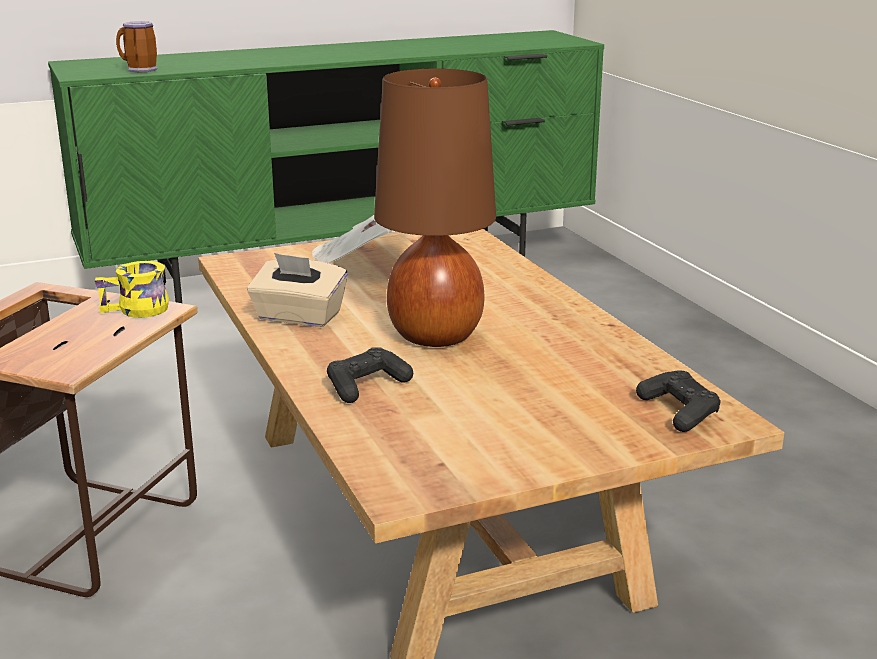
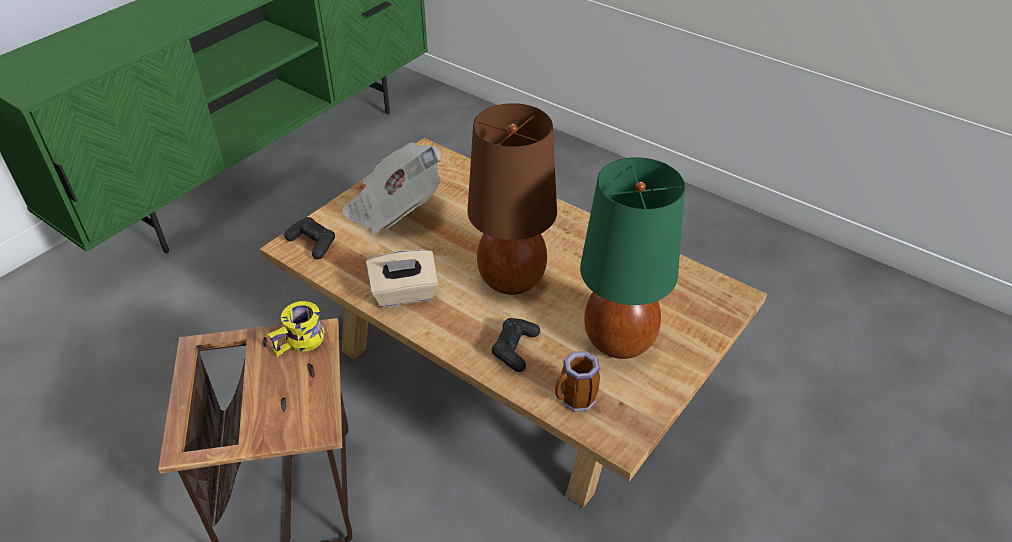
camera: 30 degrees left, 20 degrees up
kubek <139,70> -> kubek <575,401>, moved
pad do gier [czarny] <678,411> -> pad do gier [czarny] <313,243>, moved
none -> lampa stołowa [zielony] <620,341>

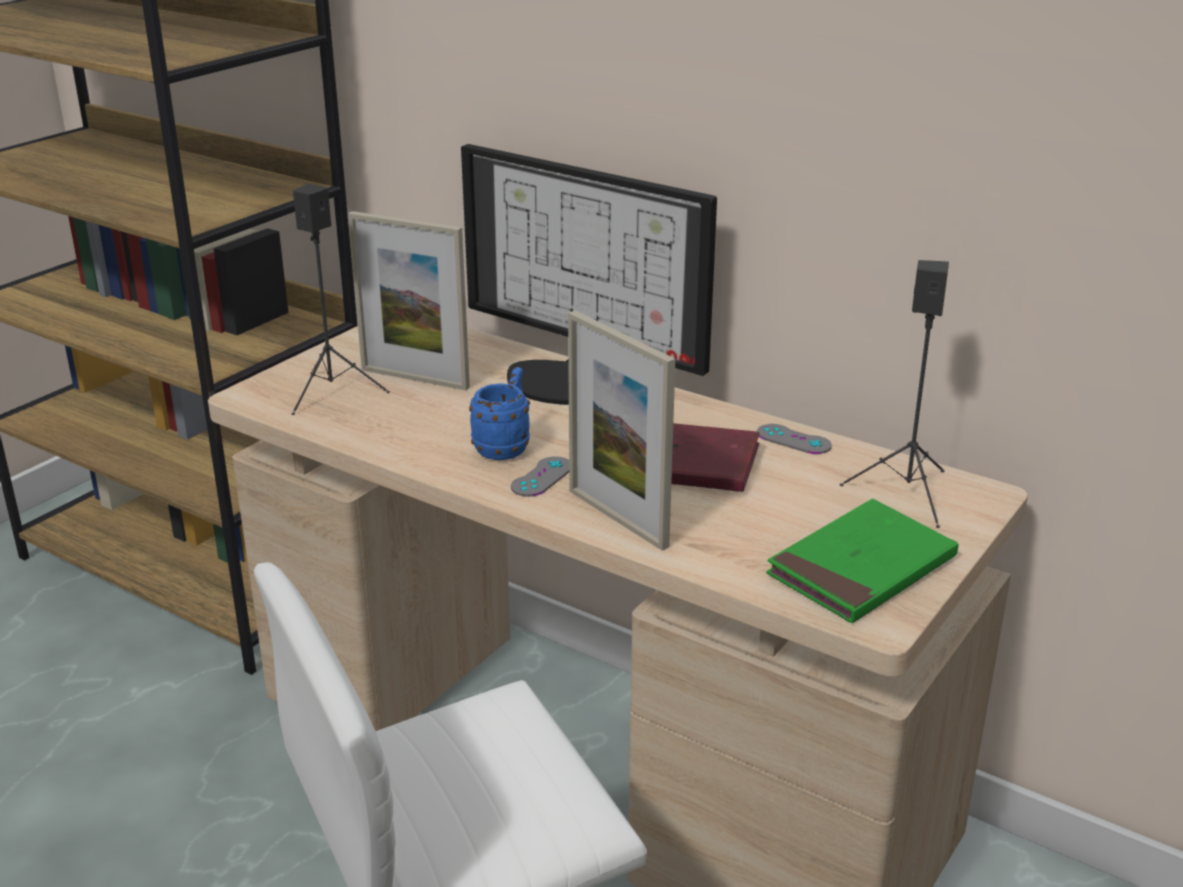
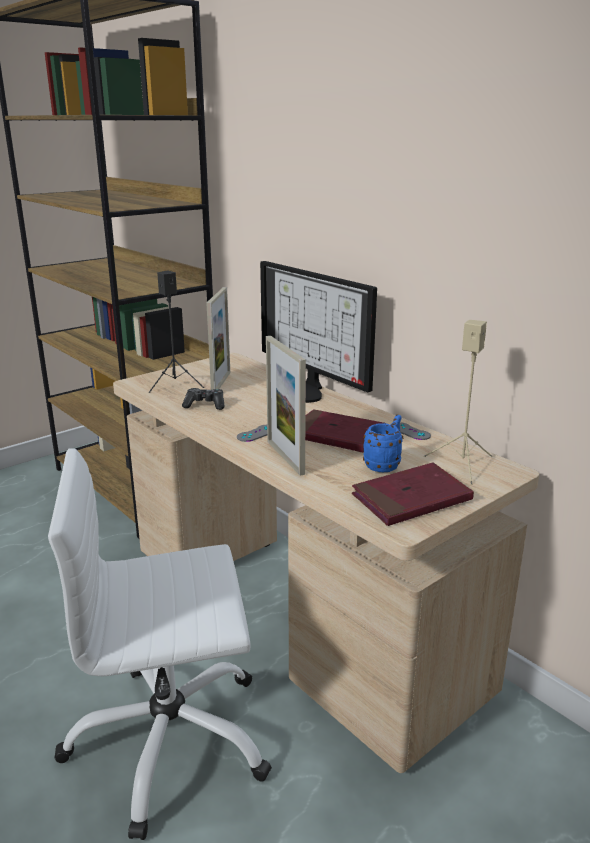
camera: 15 degrees right, 5 degrees down
ramka na zdjęcie <415,378> -> ramka na zdjęcie <221,383>, 120 degrees counterclockwise
kubek [niebieski] <505,446> -> kubek [niebieski] <385,464>, moved
książka [zielony] <862,568> -> książka [czerwony] <411,499>
głośnik [czarny] <907,493> -> głośnik [beżowy] <462,465>
none -> pad do gier <205,405>

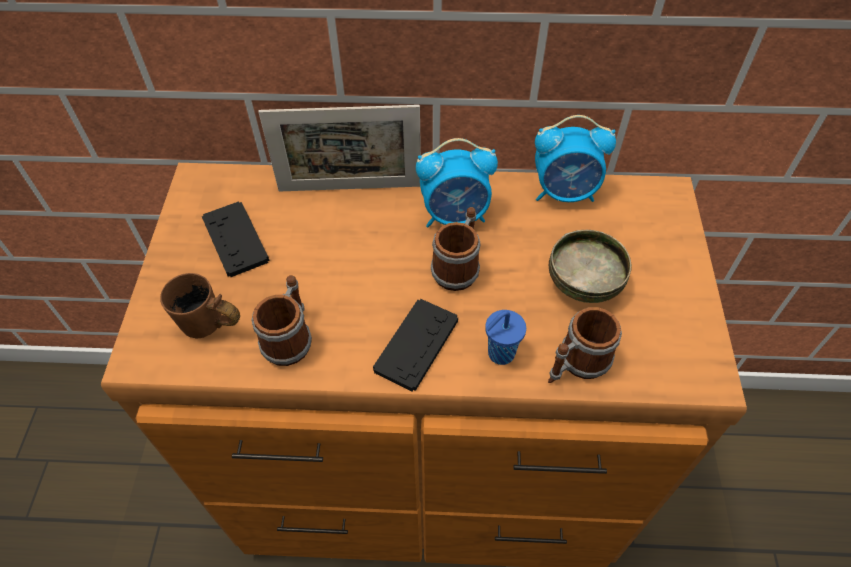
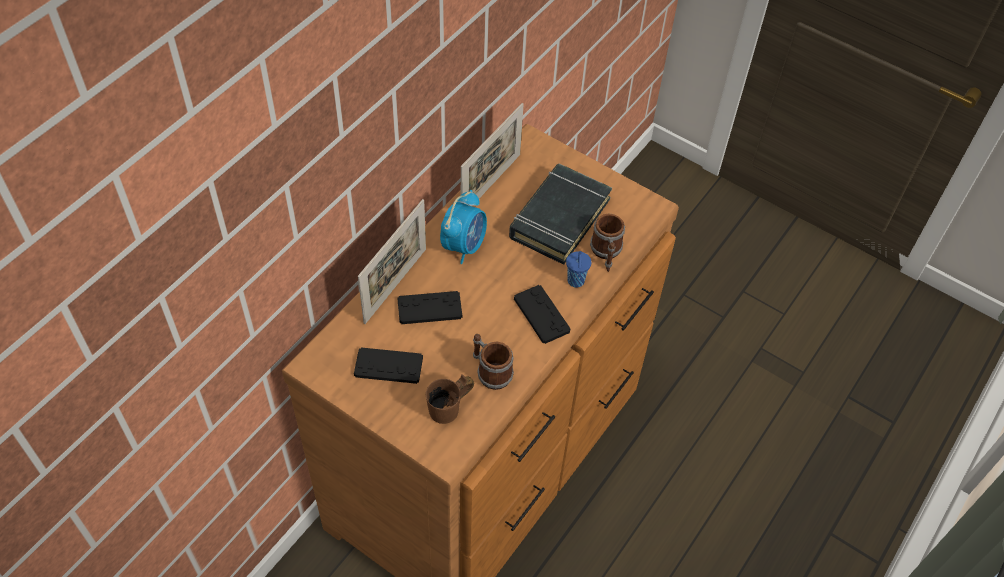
camera: 60 degrees left, 0 degrees up
kubek <458,266> -> none
budzik <565,192> -> ramka na zdjęcie <490,185>
miska <582,282> -> książka [czarny] <559,218>
none -> pad do gier [czarny] <429,308>

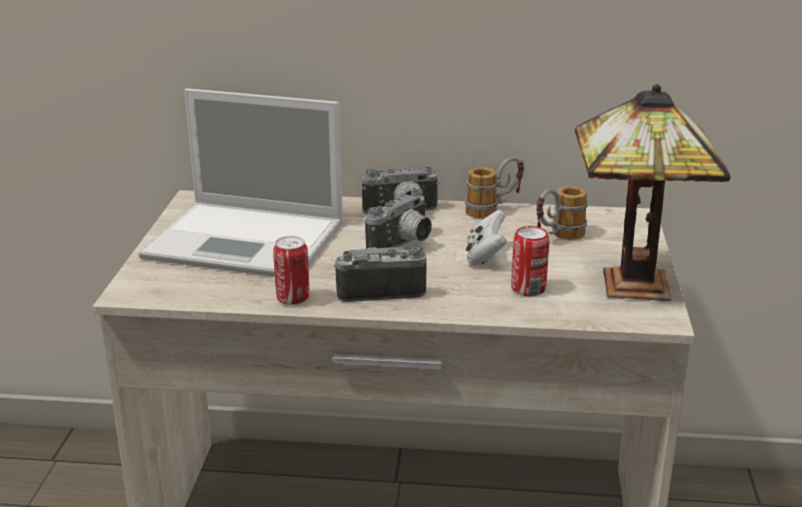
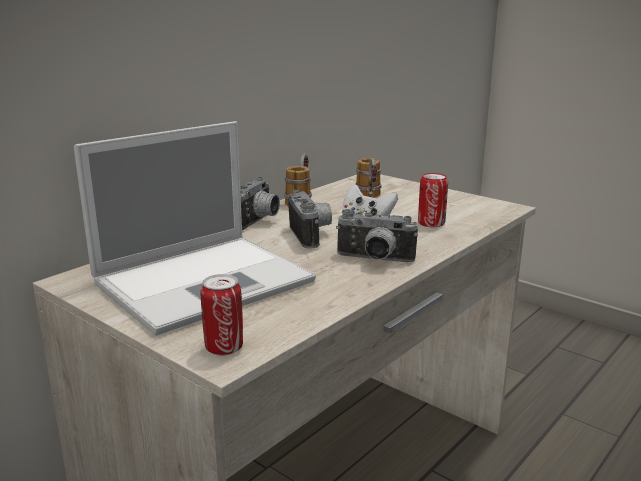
camera: 55 degrees left, 5 degrees down
puszka <293,299> -> puszka <224,348>, moved
aparat fotograficzny <380,290> -> aparat fotograficzny <374,260>, 105 degrees counterclockwise
lampa stołowa <631,287> -> none

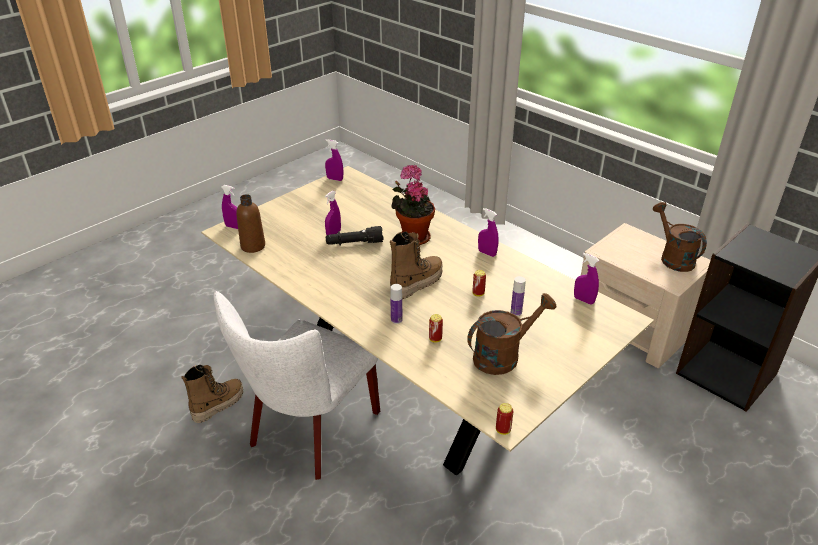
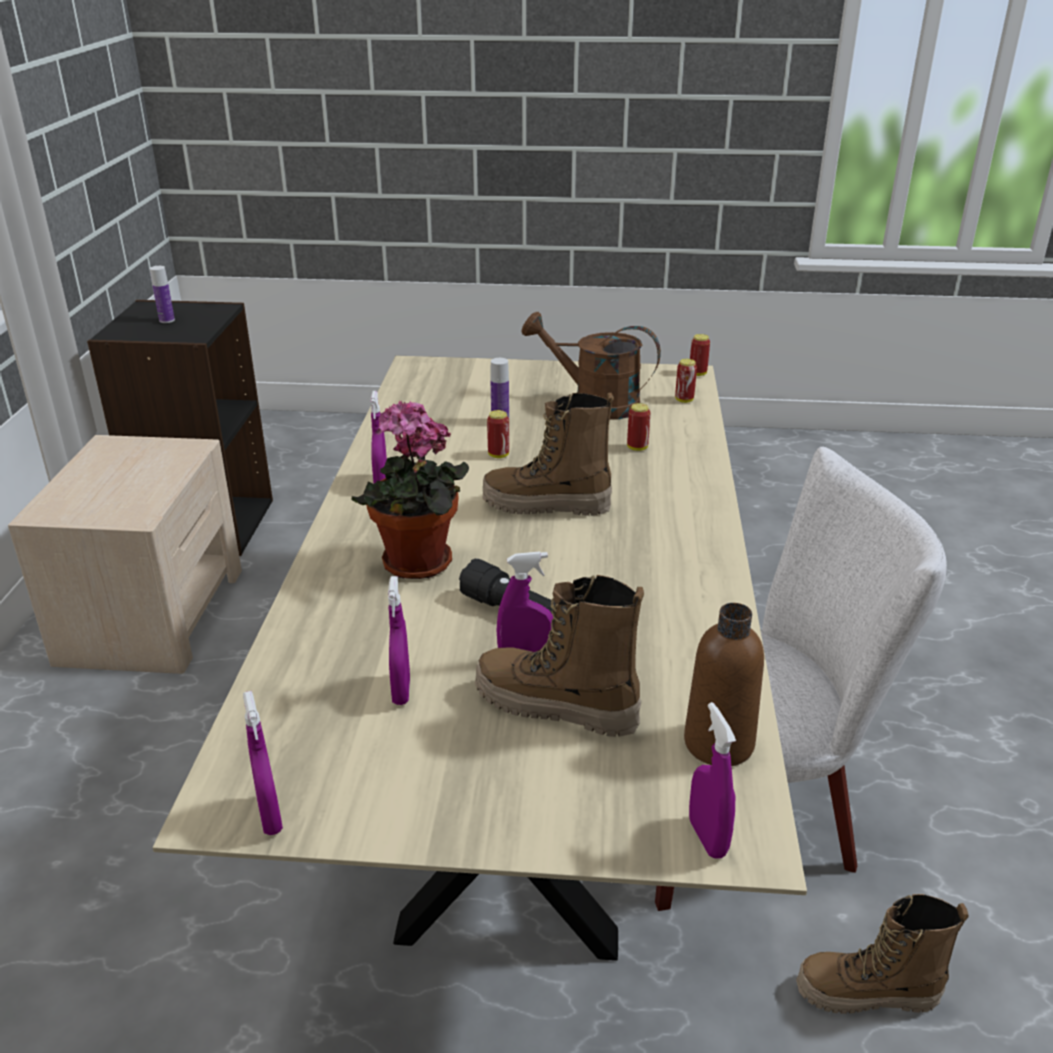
camera: 130 degrees left, 5 degrees down
butelka <396,320> -> butelka <167,320>, moved
spryskiwacz [fioletowy] <583,300> -> spryskiwacz [fioletowy] <401,691>, moved
konewka [brązowy] <673,257> -> none
none -> but z cholewką <556,708>
none -> puszka <684,400>

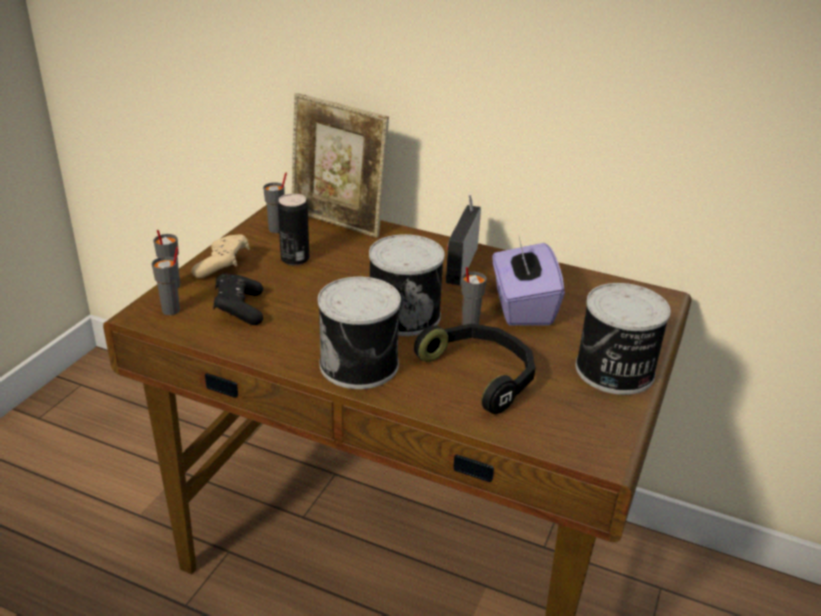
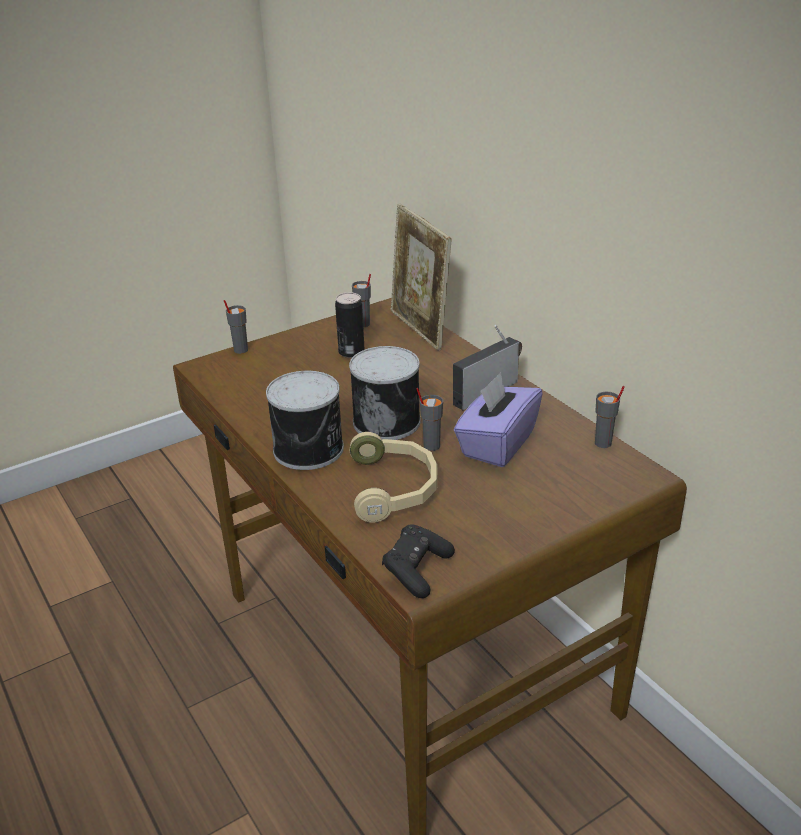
camera: 35 degrees right, 0 degrees up
filiżanka [szary] <171,310> -> filiżanka [szary] <603,443>, moved
pad do gier [beżowy] <223,266> -> none
pad do gier [czarny] <239,309> -> pad do gier [czarny] <416,570>, moved
słuchawki [czarny] <482,374> -> słuchawki [beżowy] <395,488>
puszka <614,371> -> none

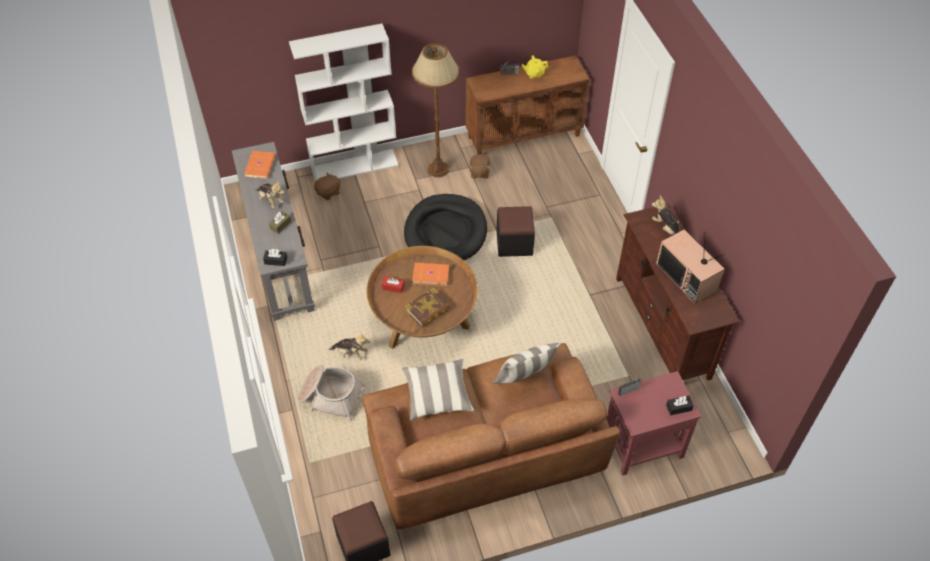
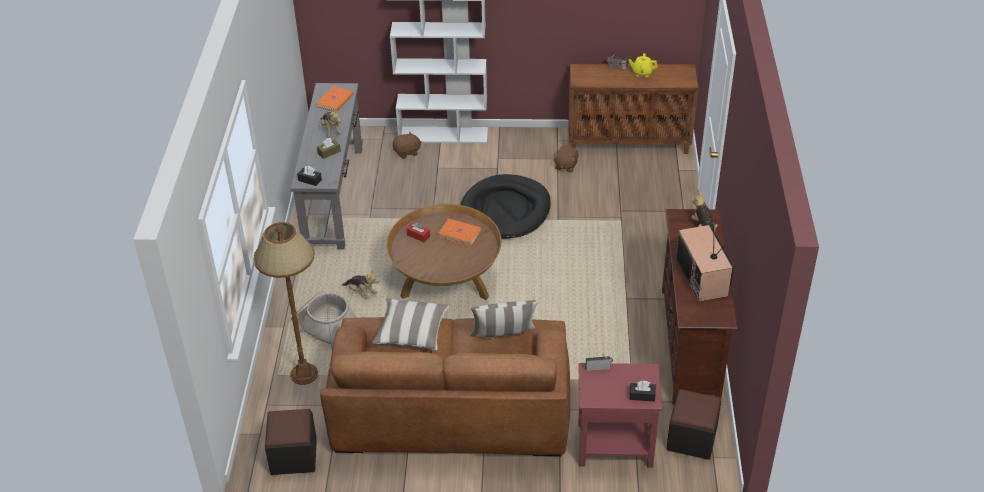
camera: 20 degrees right, 10 degrees down
książka <428,310> -> none
lampa stojąca [brązowy] <438,169> -> lampa stojąca [brązowy] <304,374>, moved
pufa [czarny] <514,243> -> pufa [czarny] <691,439>, moved

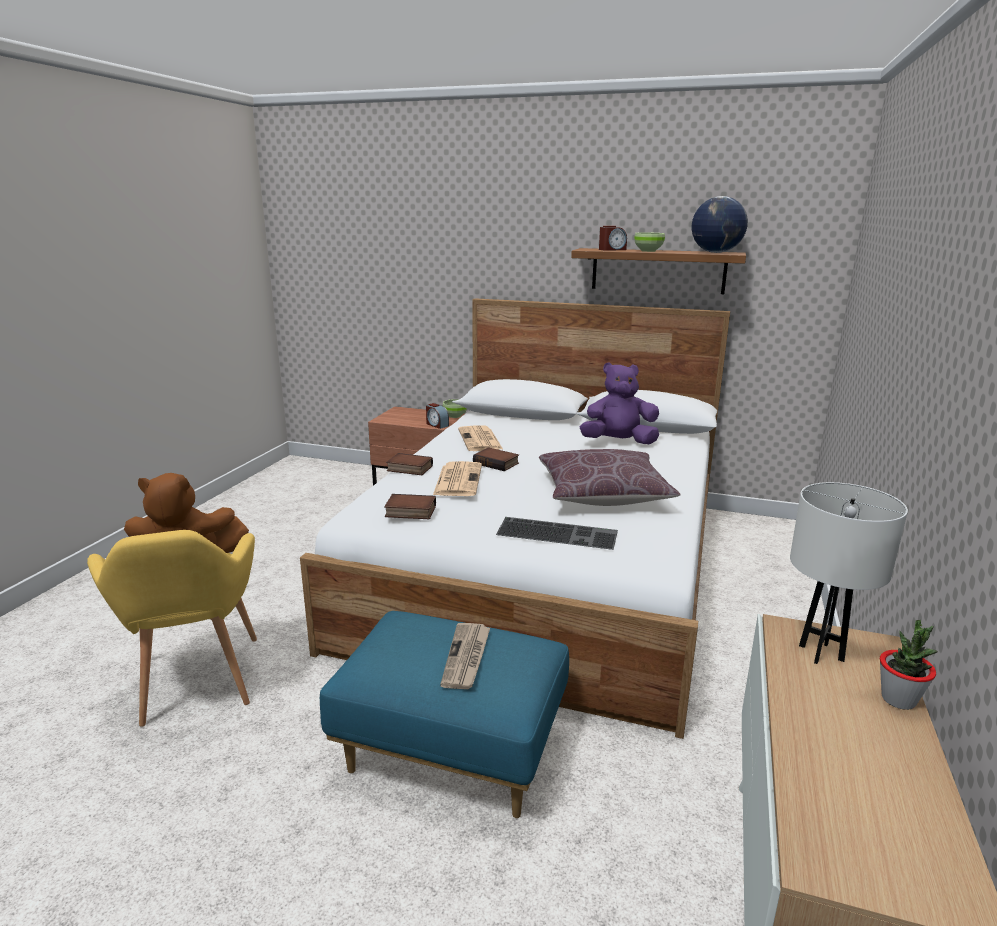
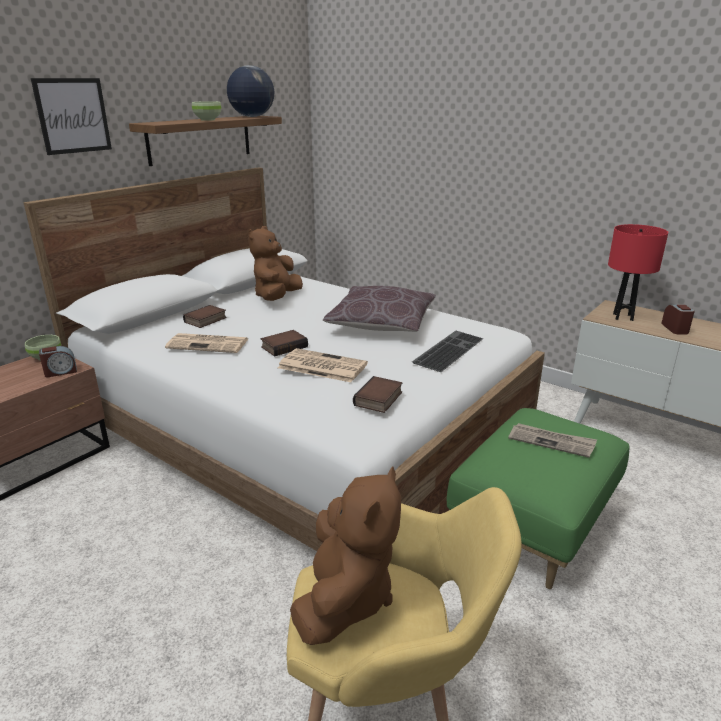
camera: 70 degrees left, 5 degrees up
pufa [niebieski] <453,751> -> pufa [zielony] <532,525>
książka <408,469> -> książka <205,320>, moved
pluszak [fioletowy] <618,442> -> pluszak [brązowy] <277,297>
budzik <612,250> -> budzik <675,329>, moved
lampa stołowa [biały] <821,653> -> lampa stołowa [czerwony] <623,317>
roślina doniczkowa <898,700> -> none
none -> obraz <73,116>

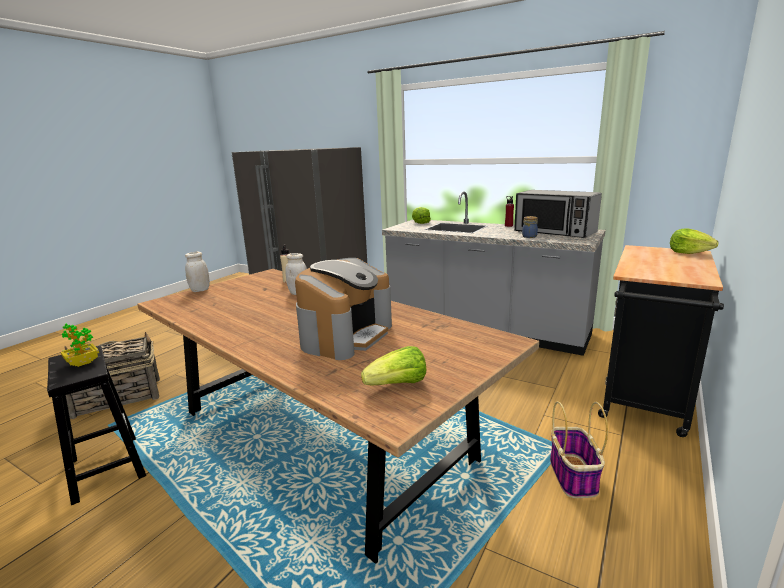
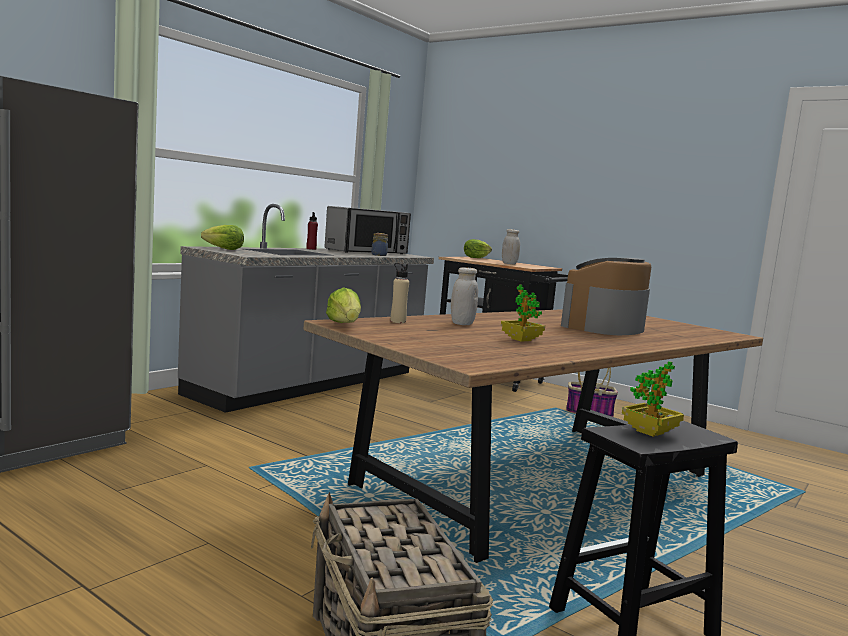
camera: 85 degrees left, 10 degrees down
słoik [biały] <200,290> -> słoik [biały] <509,263>, moved
ekspres do kawy <346,335> -> ekspres do kawy <604,327>, 90 degrees counterclockwise
sałata <398,385> -> sałata <344,325>, moved
none -> roślina doniczkowa <521,339>

